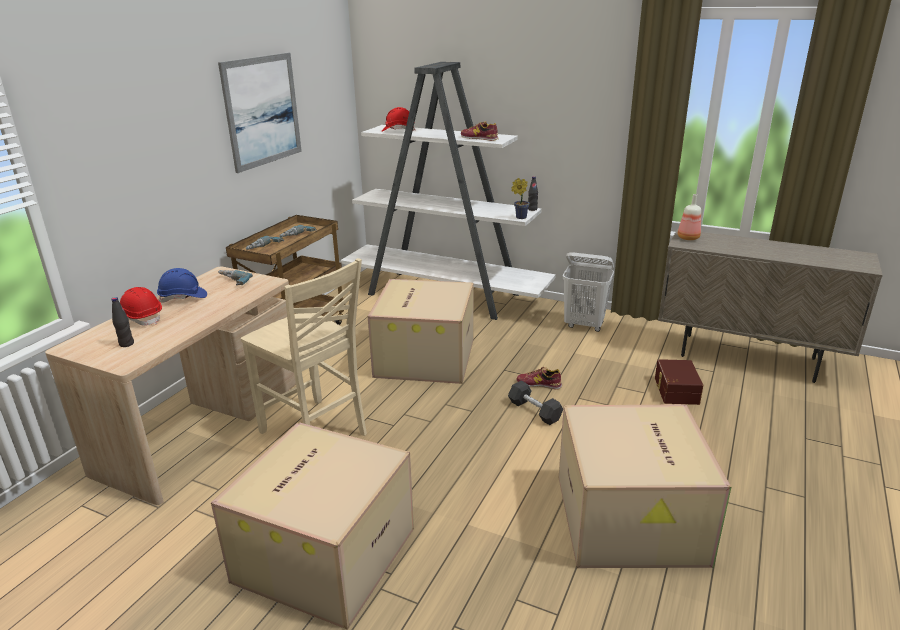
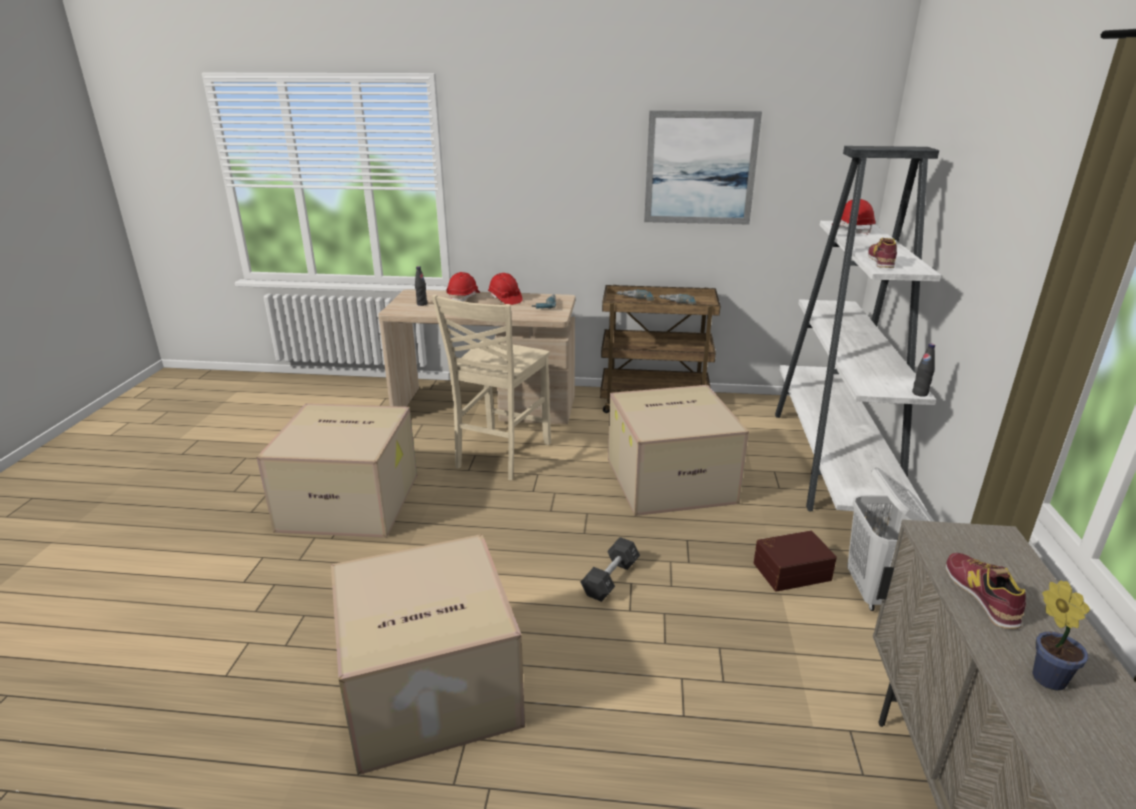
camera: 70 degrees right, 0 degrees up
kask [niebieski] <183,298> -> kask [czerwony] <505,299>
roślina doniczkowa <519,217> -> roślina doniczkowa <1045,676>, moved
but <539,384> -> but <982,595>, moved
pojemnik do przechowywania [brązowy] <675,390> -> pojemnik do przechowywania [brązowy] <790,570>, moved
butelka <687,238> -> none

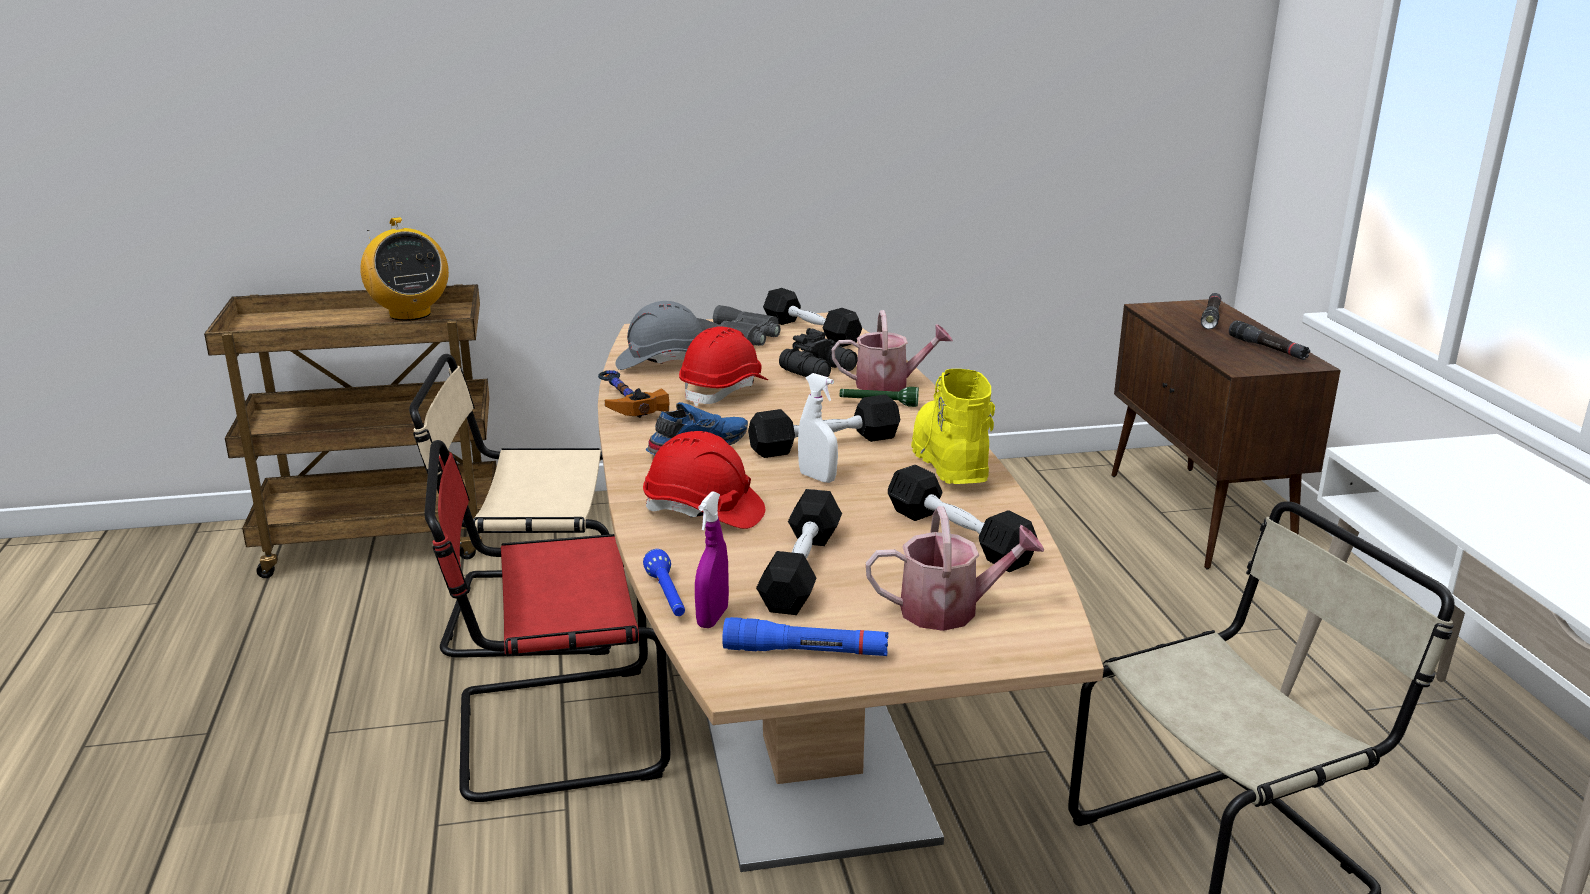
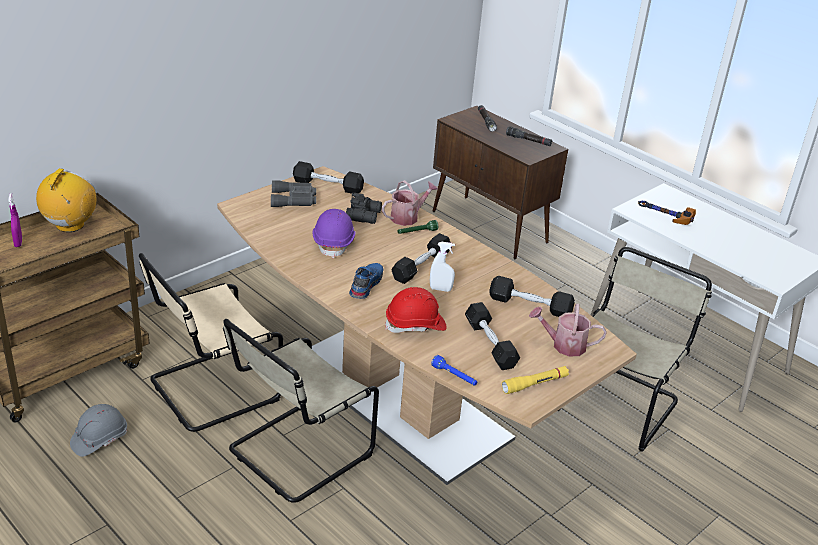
camera: 35 degrees left, 10 degrees up
radio <409,314> -> radio <70,225>, 105 degrees counterclockwise
krzesło [czerwony] <551,734> -> krzesło [beżowy] <296,454>
młotek <623,403> -> młotek <663,217>, moved
kask [szary] <661,362> -> kask [szary] <99,439>, moved
kask [czerwony] <724,390> -> kask [fioletowy] <334,243>
spryskiwacz [fioletowy] <712,618> -> spryskiwacz [fioletowy] <18,242>, moved
latarka [niebieski] <805,652> -> latarka [żółty] <535,384>
konewka <950,610> -> konewka <564,345>, 135 degrees counterclockwise
but z cholewką [żółty] <948,462> -> none

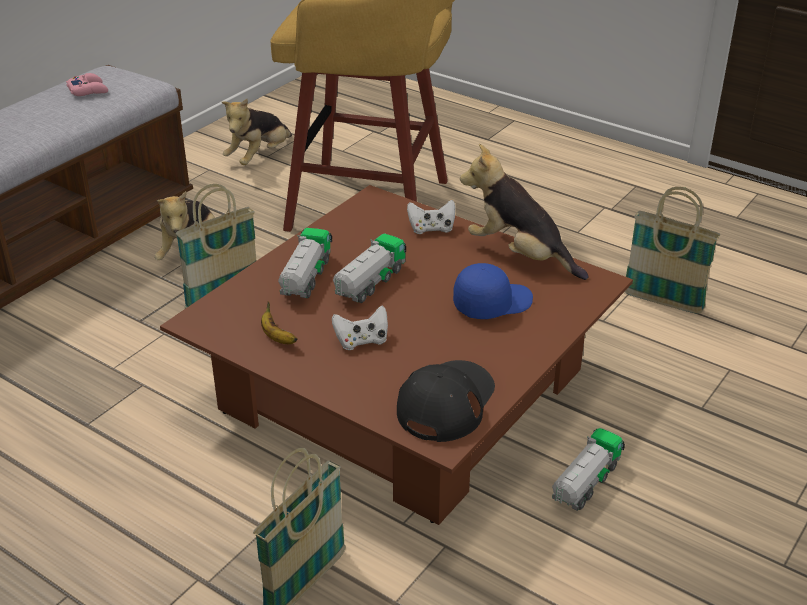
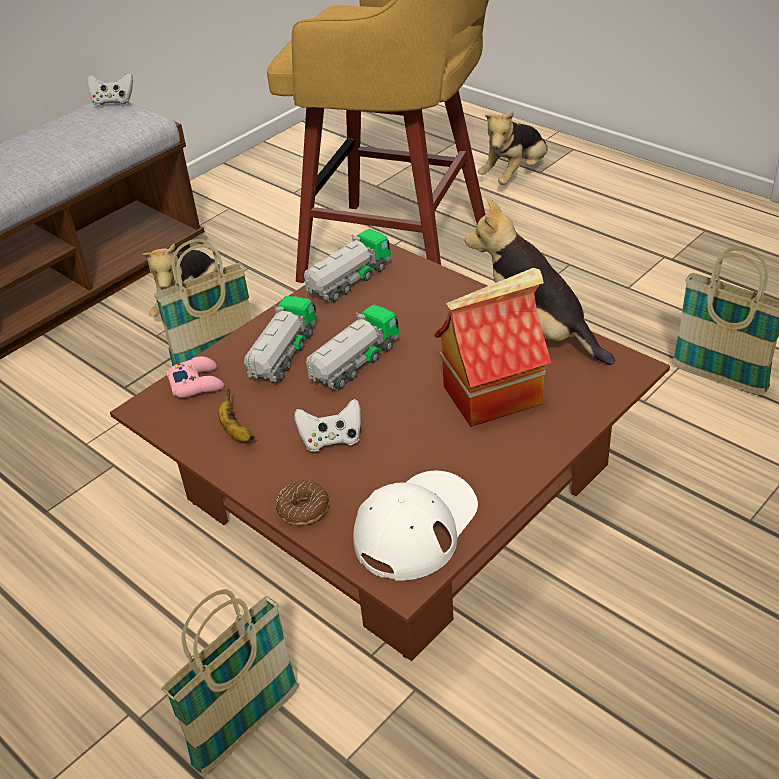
camera: 10 degrees right, 5 degrees up
pad do gier [różowy] <88,90> -> pad do gier [różowy] <197,383>, moved
pluszak <259,157> -> pluszak <515,175>, moved
czapka z daszkiem [czarny] <446,402> -> czapka z daszkiem [biały] <416,526>
pad do gier [biały] <431,229> -> pad do gier [biały] <113,101>, moved
czapka z daszkiem [niebieski] <492,303> -> domek <493,393>
ciężarówka zabawkowa <585,483> -> ciężarówka zabawkowa <349,281>, moved
none -> donut <303,509>

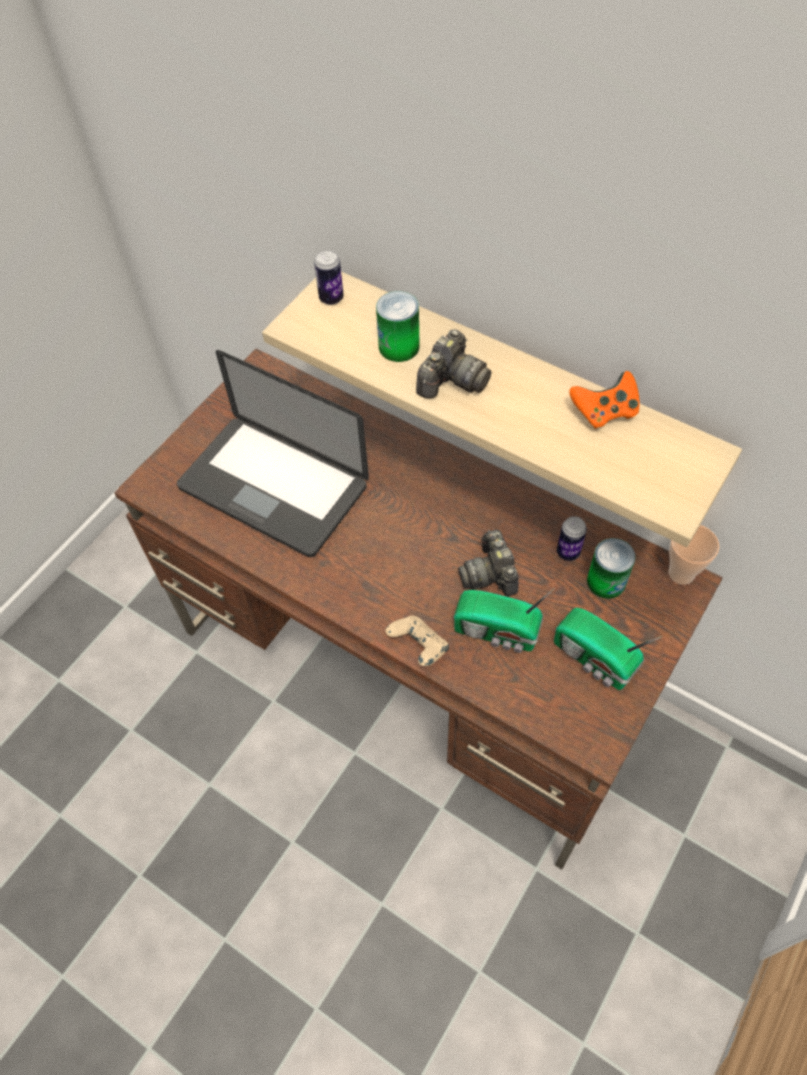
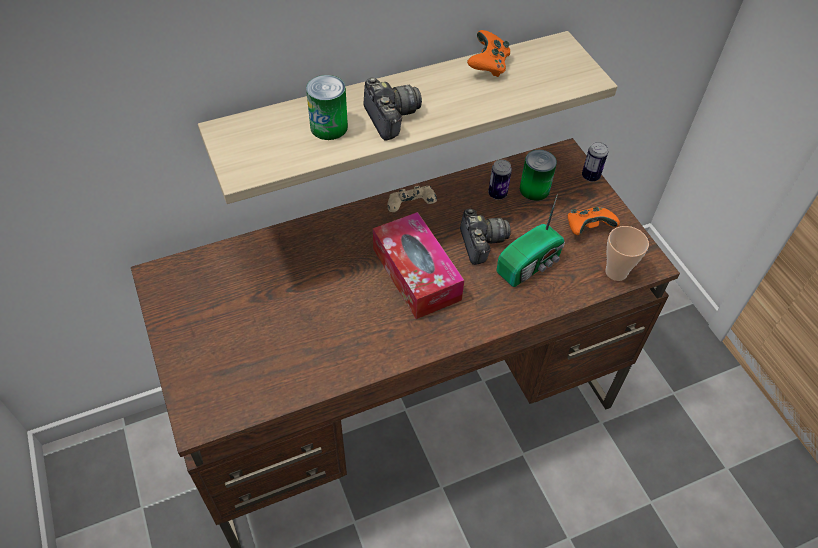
camera: 60 degrees left, 5 degrees down
laptop <273,487> -> none
puszka <331,298> -> puszka <590,176>, moved
pad do gier [beżowy] <418,647> -> pad do gier [beżowy] <411,208>, moved
aparat fotograficzny <490,574> -> aparat fotograficzny <481,243>, 120 degrees counterclockwise
radio <595,660> -> pad do gier [pomarańczowy] <588,228>
filiżanka <681,573> -> filiżanka <616,272>, moved
none -> pudełko chusteczek <416,274>

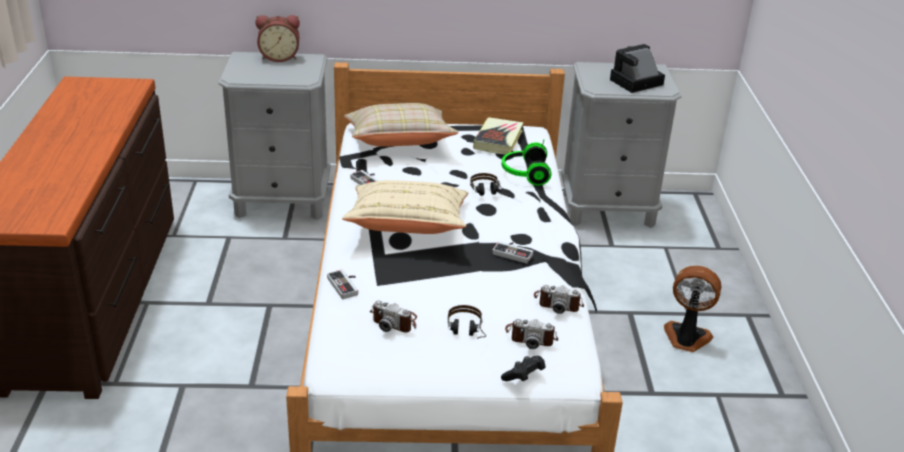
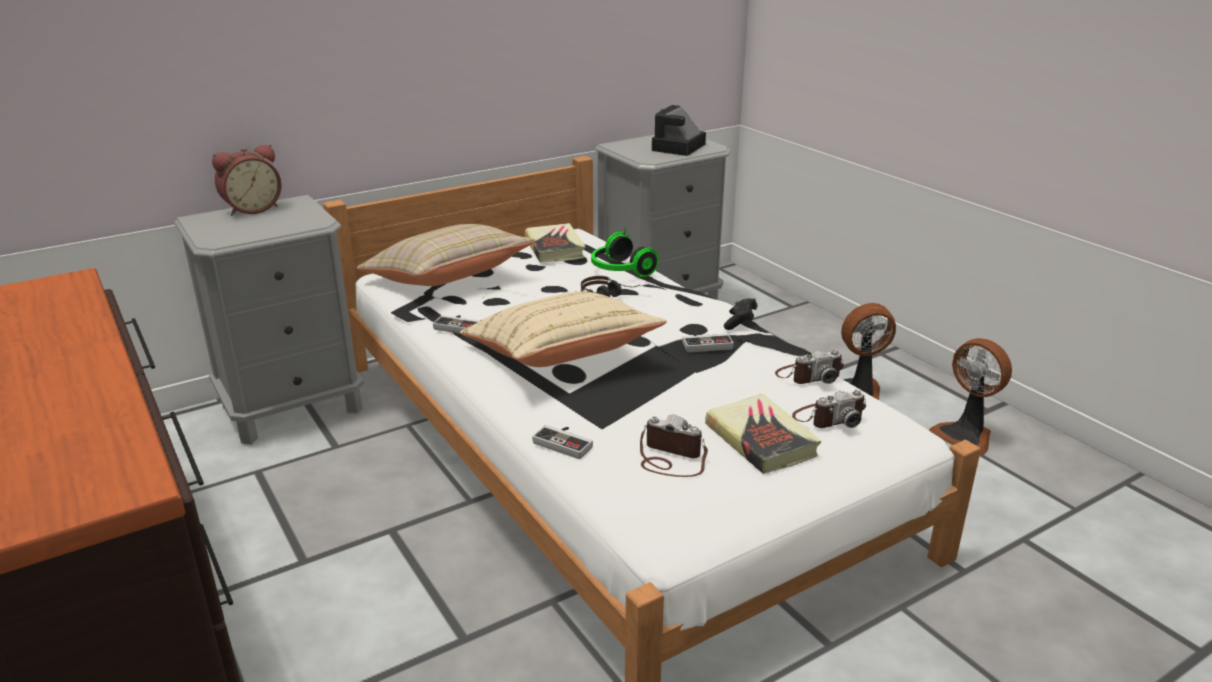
camera: 30 degrees left, 5 degrees down
aparat fotograficzny <395,321> -> aparat fotograficzny <670,459>, 150 degrees counterclockwise
słuchawki <466,332> -> książka <761,440>
pad do gier [czarny] <523,376> -> pad do gier [czarny] <740,322>, moved
none -> wentylator <965,436>

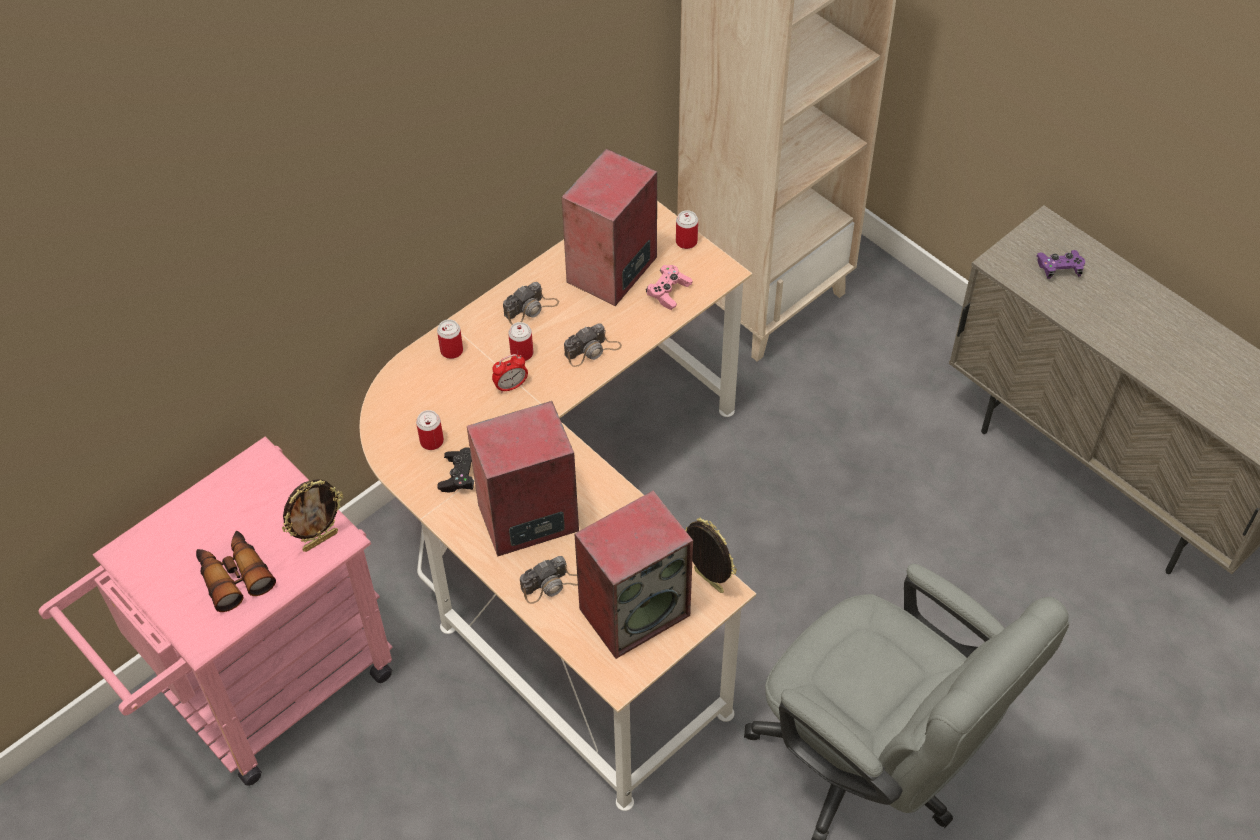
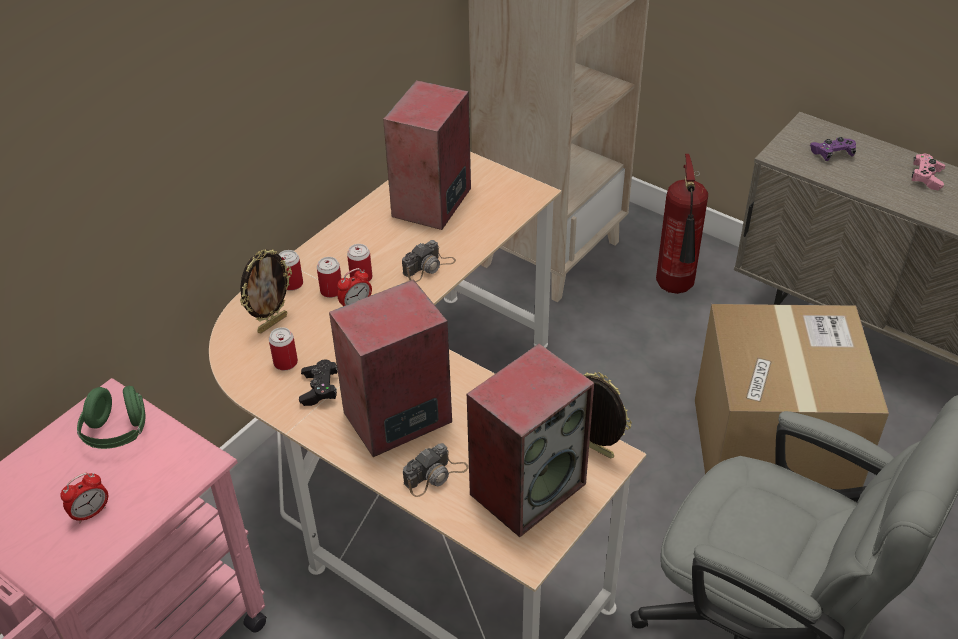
camera: 10 degrees left, 10 degrees down
lornetka <234,575> -> budzik <91,513>
ramka na zdjęcie <320,540> -> ramka na zdjęcie <272,323>, moved
aparat fotograficzny <531,309> -> none
pad do gier [różowy] <668,292> -> pad do gier [różowy] <926,178>, moved
puszka <686,241> -> puszka <331,291>, moved
none -> słuchawki [zielony] <117,432>
none -> gaśnica <676,289>
none -> karton <771,452>

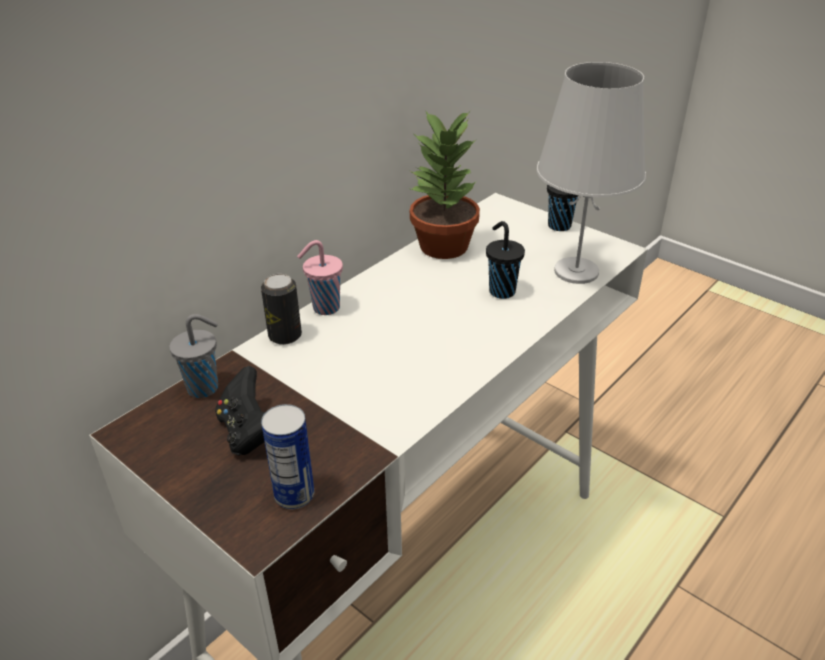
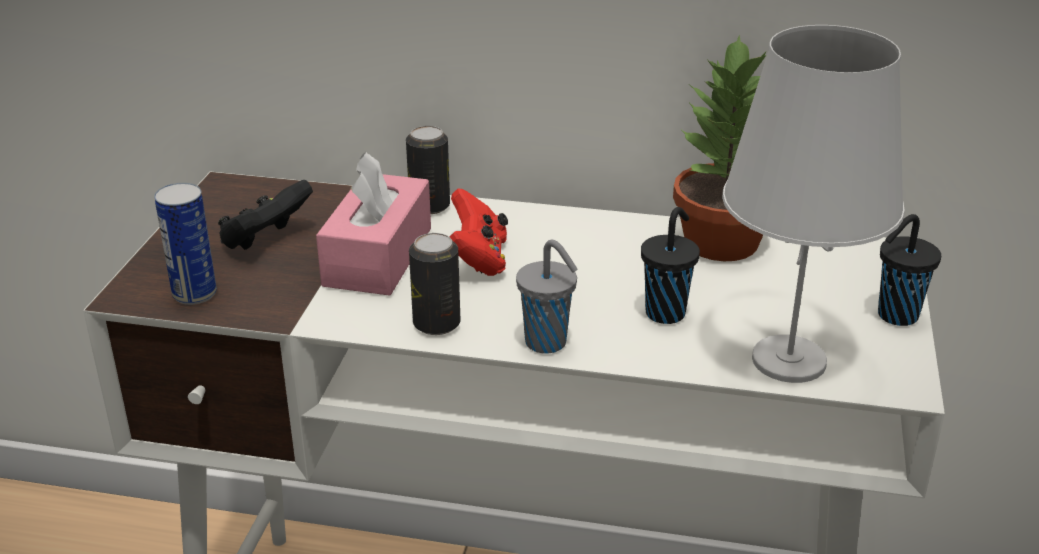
camera: 60 degrees right, 5 degrees down
filiżanka [szary] <205,388> -> filiżanka [szary] <548,343>, moved
filiżanka [różowy] <324,308> -> none
none -> pudełko chusteczek [różowy] <378,256>
none -> puszka <436,324>
none -> pad do gier [czerwony] <478,259>

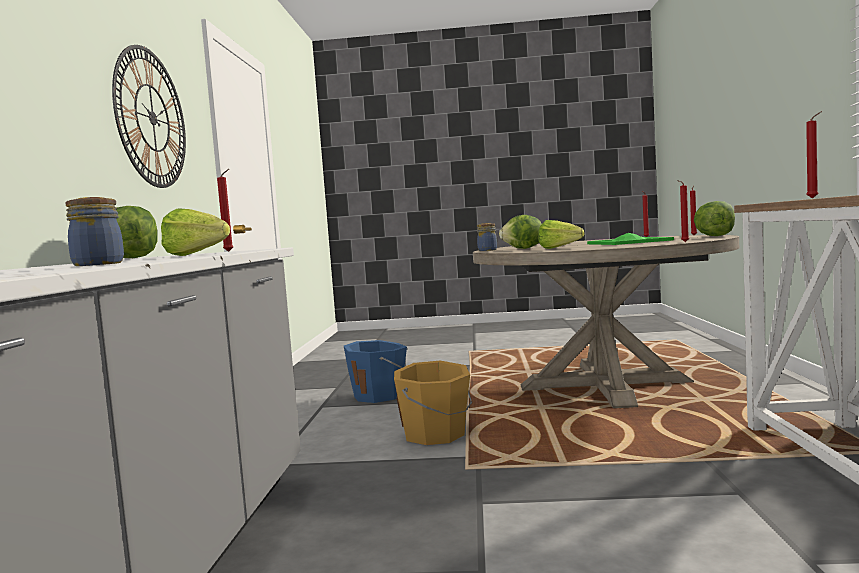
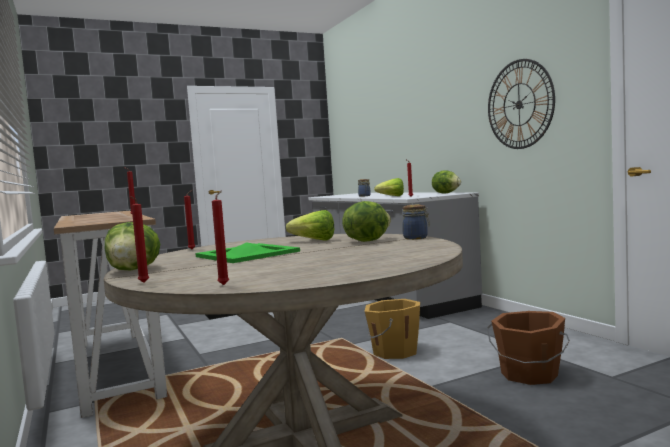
camera: 150 degrees right, 0 degrees up
wiadro [niebieski] <379,395> -> wiadro [brązowy] <529,374>

